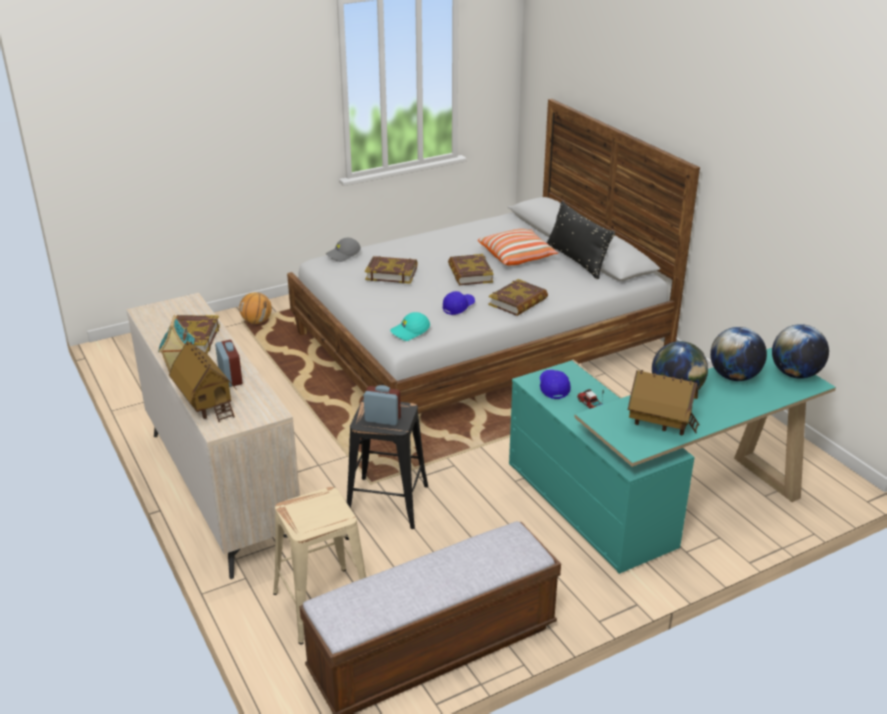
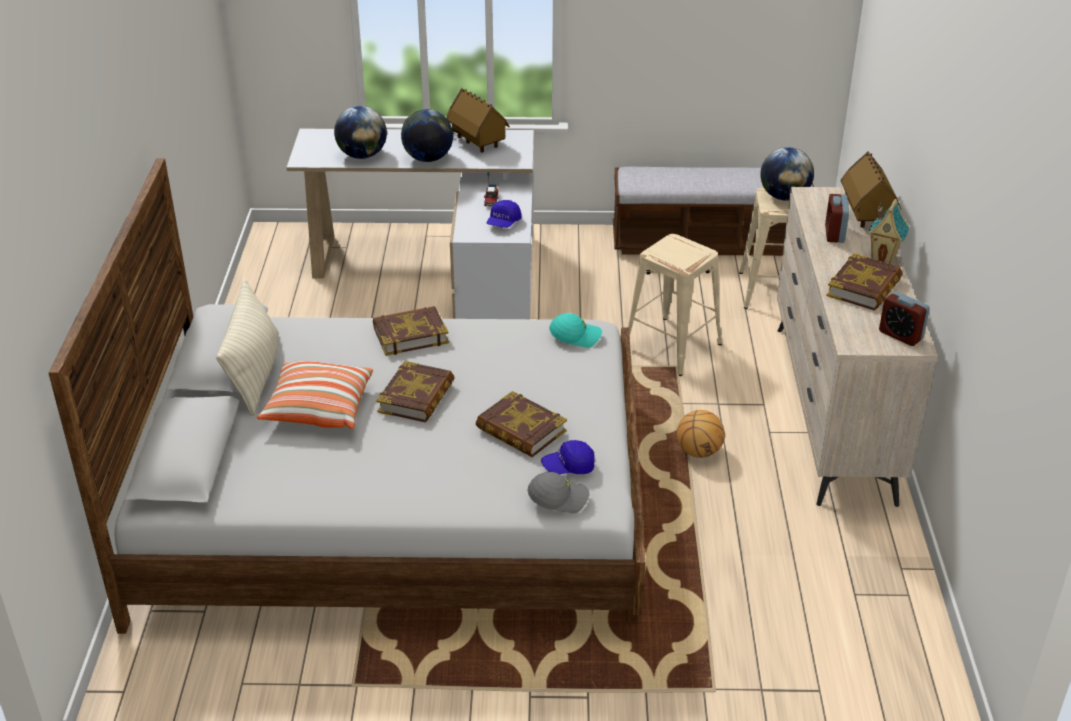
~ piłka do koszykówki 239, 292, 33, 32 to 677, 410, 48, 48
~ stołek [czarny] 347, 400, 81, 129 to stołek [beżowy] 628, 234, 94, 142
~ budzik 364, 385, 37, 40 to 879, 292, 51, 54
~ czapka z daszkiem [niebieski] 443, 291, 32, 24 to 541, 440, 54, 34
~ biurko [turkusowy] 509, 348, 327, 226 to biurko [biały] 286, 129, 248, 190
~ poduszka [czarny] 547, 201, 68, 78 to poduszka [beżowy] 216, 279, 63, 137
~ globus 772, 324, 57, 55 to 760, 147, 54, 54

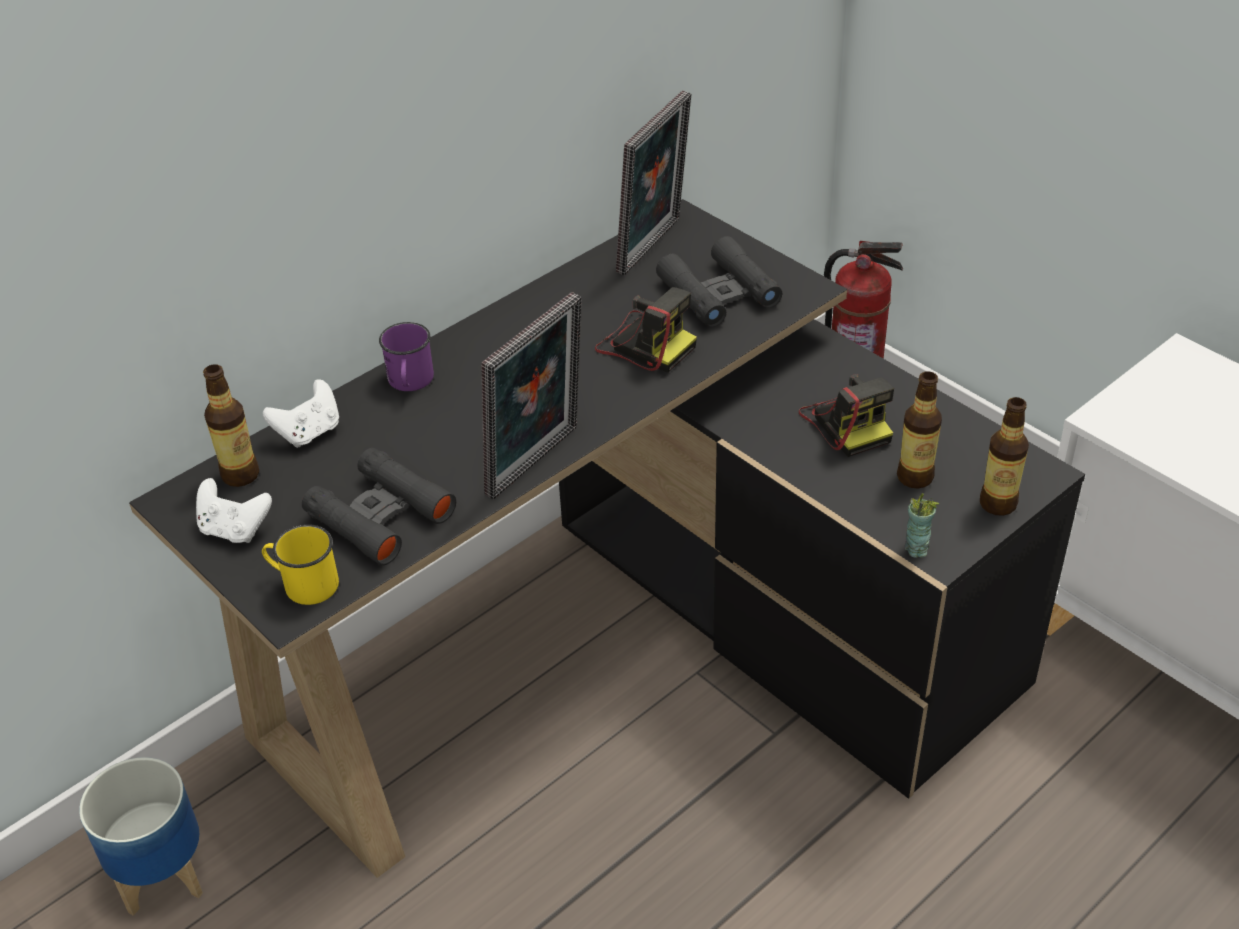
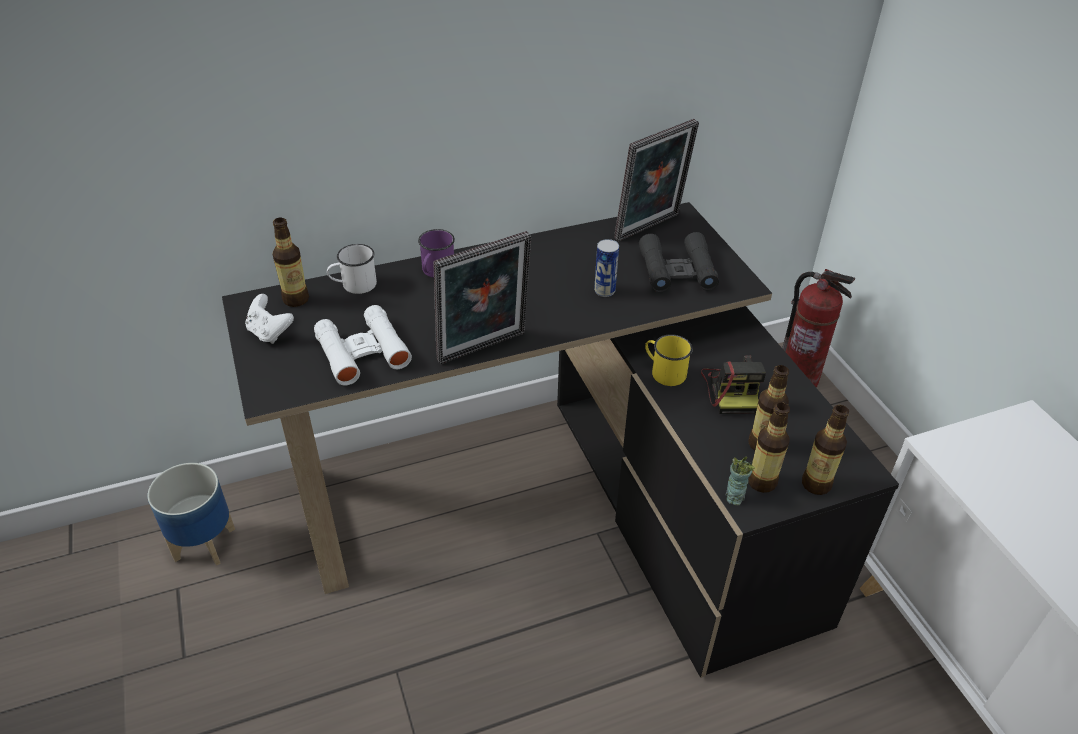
~ kubek [żółty] 262, 524, 77, 81 to 645, 334, 48, 52
~ pad do gier [biały] 263, 379, 76, 69 to kubek [biały] 327, 244, 50, 50
~ lornetka [czarny] 302, 448, 154, 117 to lornetka [biały] 314, 305, 98, 81
~ aparat fotograficzny 595, 287, 102, 86 to puszka 594, 239, 25, 58
+ butelka 748, 402, 42, 91

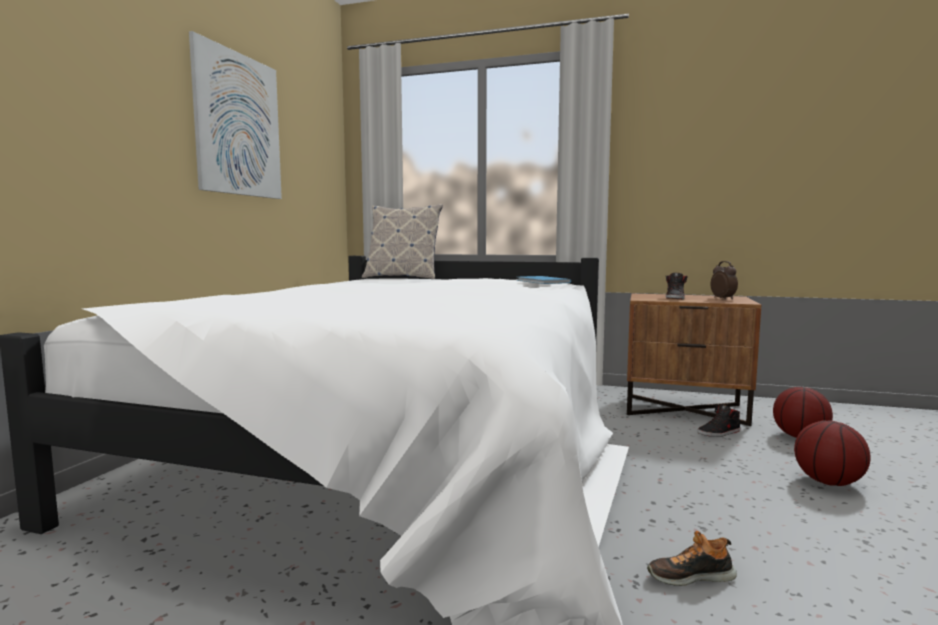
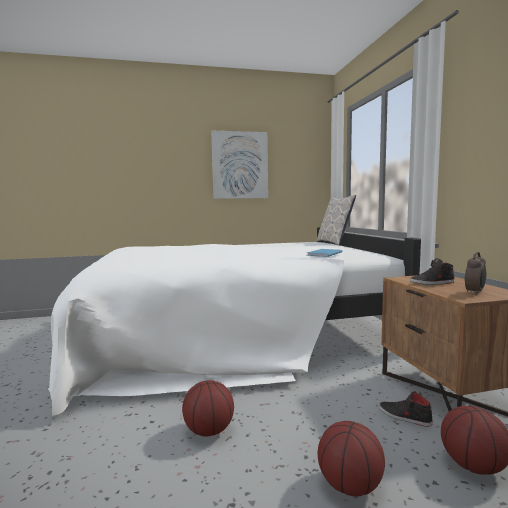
- but 647, 531, 90, 55
+ piłka do koszykówki 182, 380, 52, 57

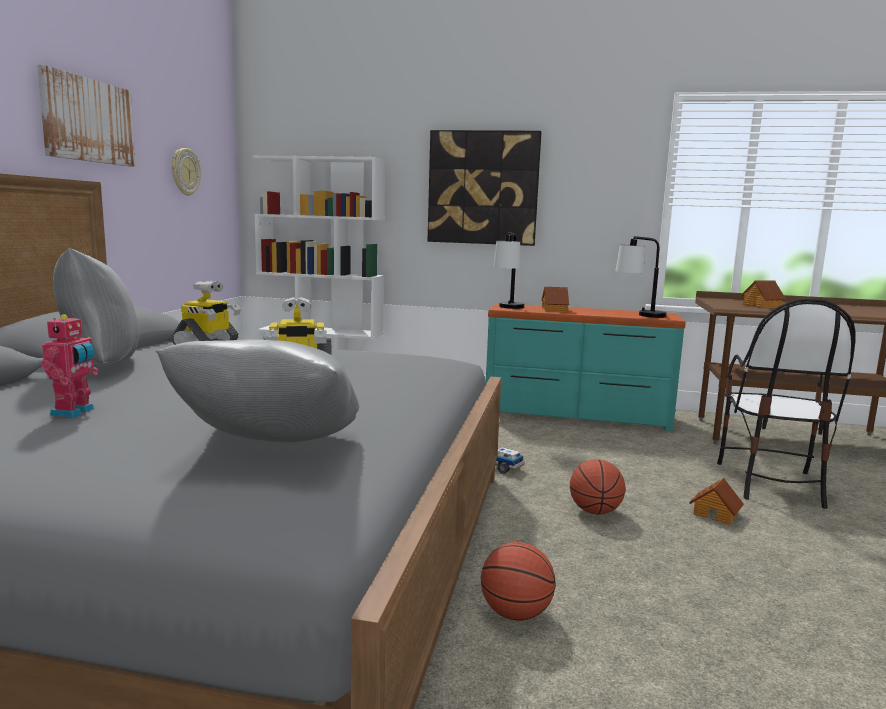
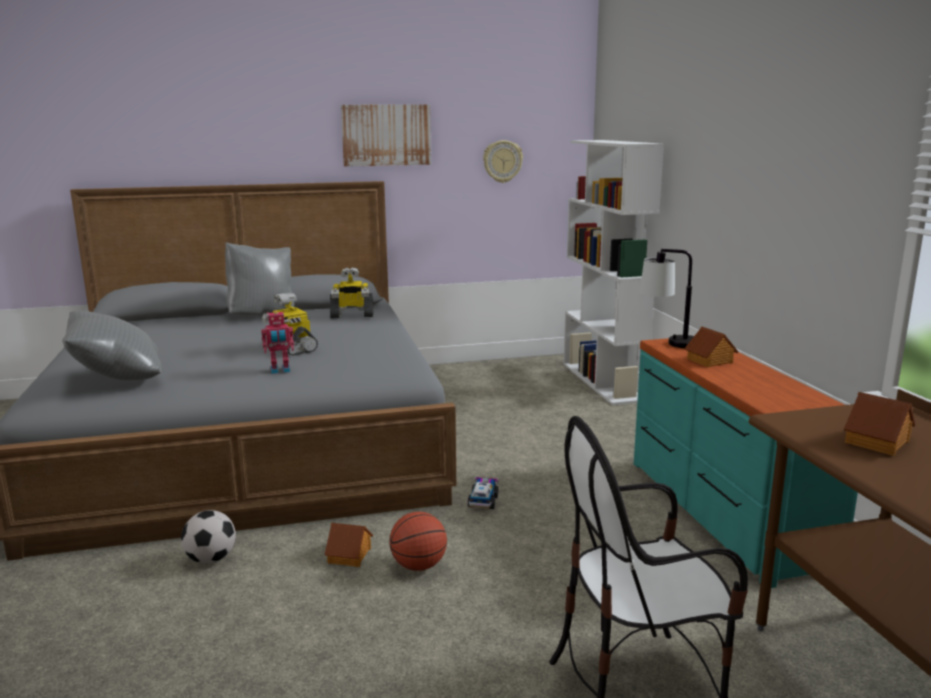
~ robot zabawkowy 41, 314, 58, 104 to 261, 310, 33, 64
- obraz 428, 130, 113, 116
~ piłka do koszykówki 481, 542, 74, 79 to piłka futbolowa 181, 510, 55, 53
- lampa stołowa 616, 236, 51, 82
~ domek 689, 478, 55, 47 to 324, 523, 49, 44

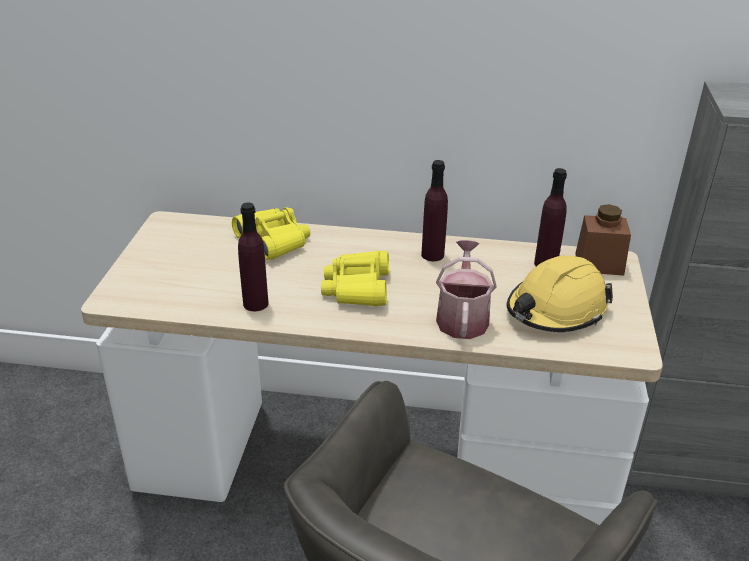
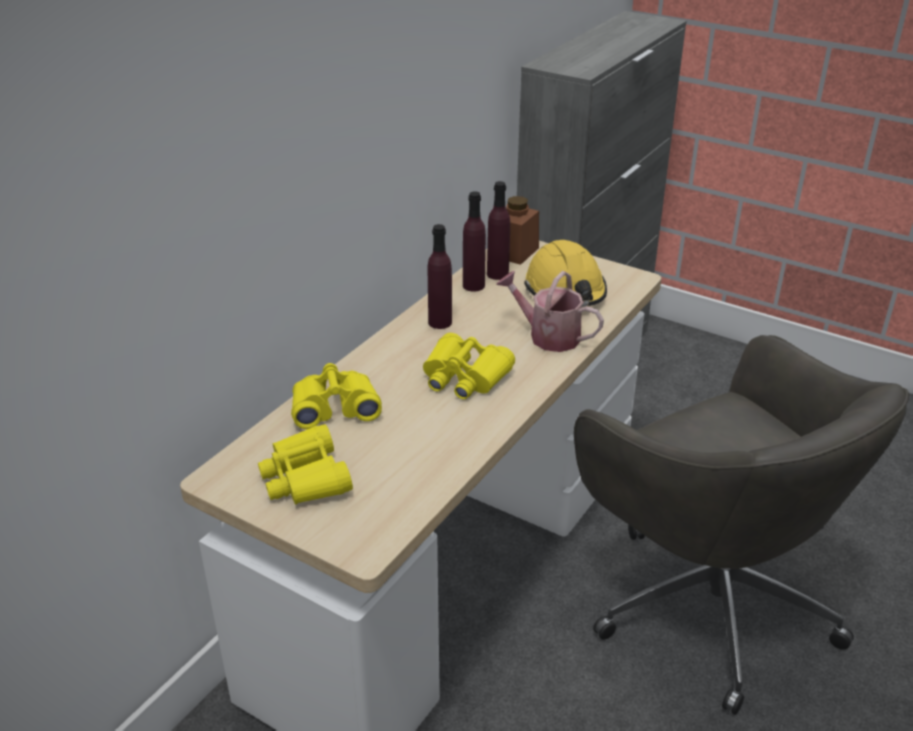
~ butelka [fioletowy] 238, 202, 31, 109 to 463, 191, 23, 101
+ lornetka [żółty] 258, 424, 95, 81

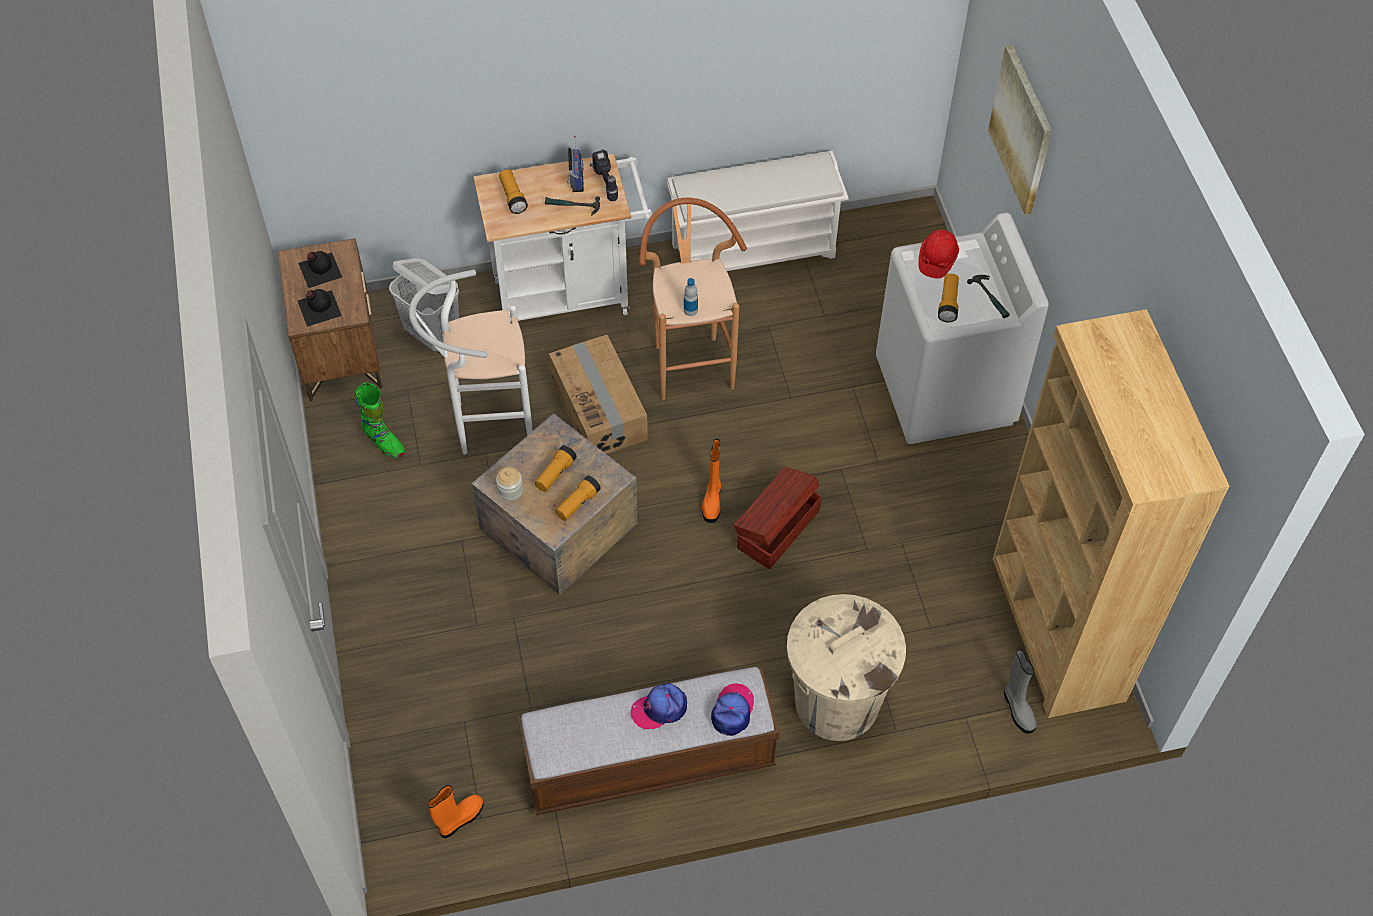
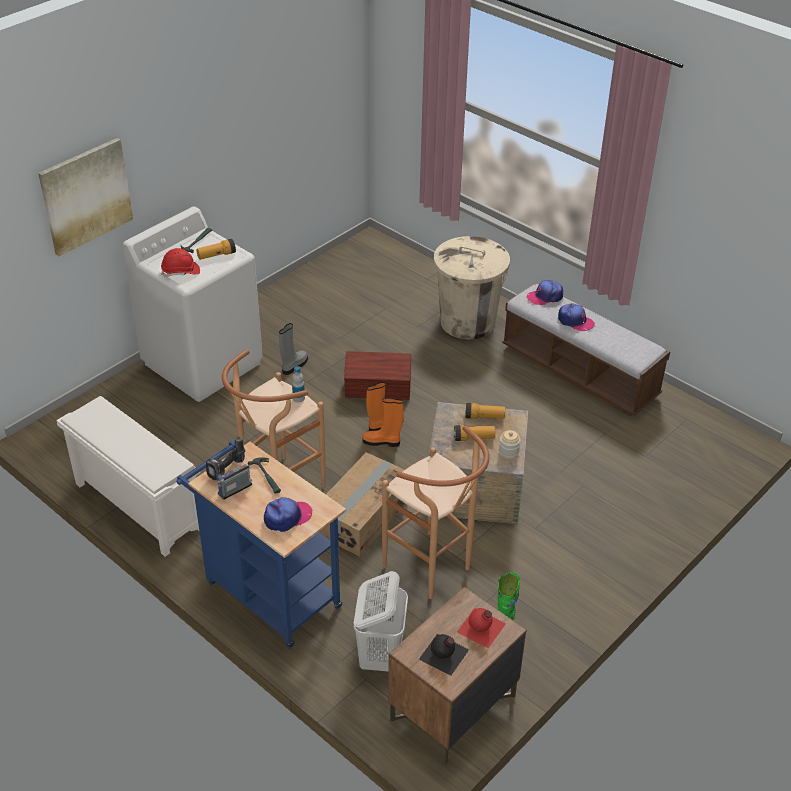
~ butelka [czarny] 298, 289, 44, 38 to butelka [czerwony] 457, 608, 49, 40
~ stołek [biały] 409, 270, 123, 184 to stołek [brązowy] 382, 426, 107, 173
~ but z cholewką [pomarańczowy] 428, 785, 56, 53 to 362, 397, 42, 50
~ wózek [biały] 473, 154, 179, 169 to wózek [niebieski] 176, 441, 170, 208
~ latarka 499, 169, 29, 45 to czapka z daszkiem 264, 497, 48, 35
- regał [brązowy] 993, 309, 237, 409
~ but z cholewką [szary] 1004, 650, 33, 84 to 279, 323, 29, 52

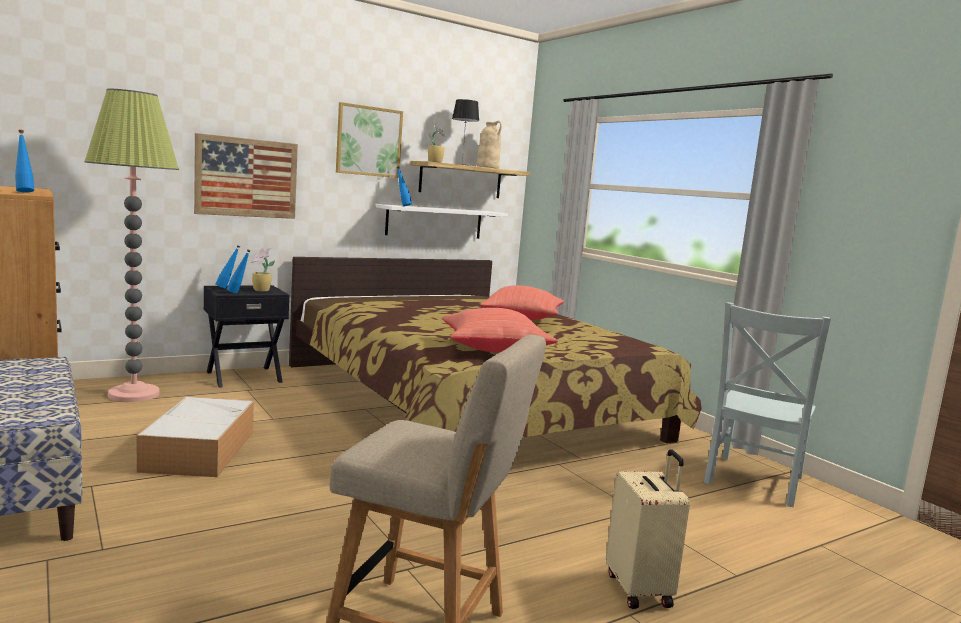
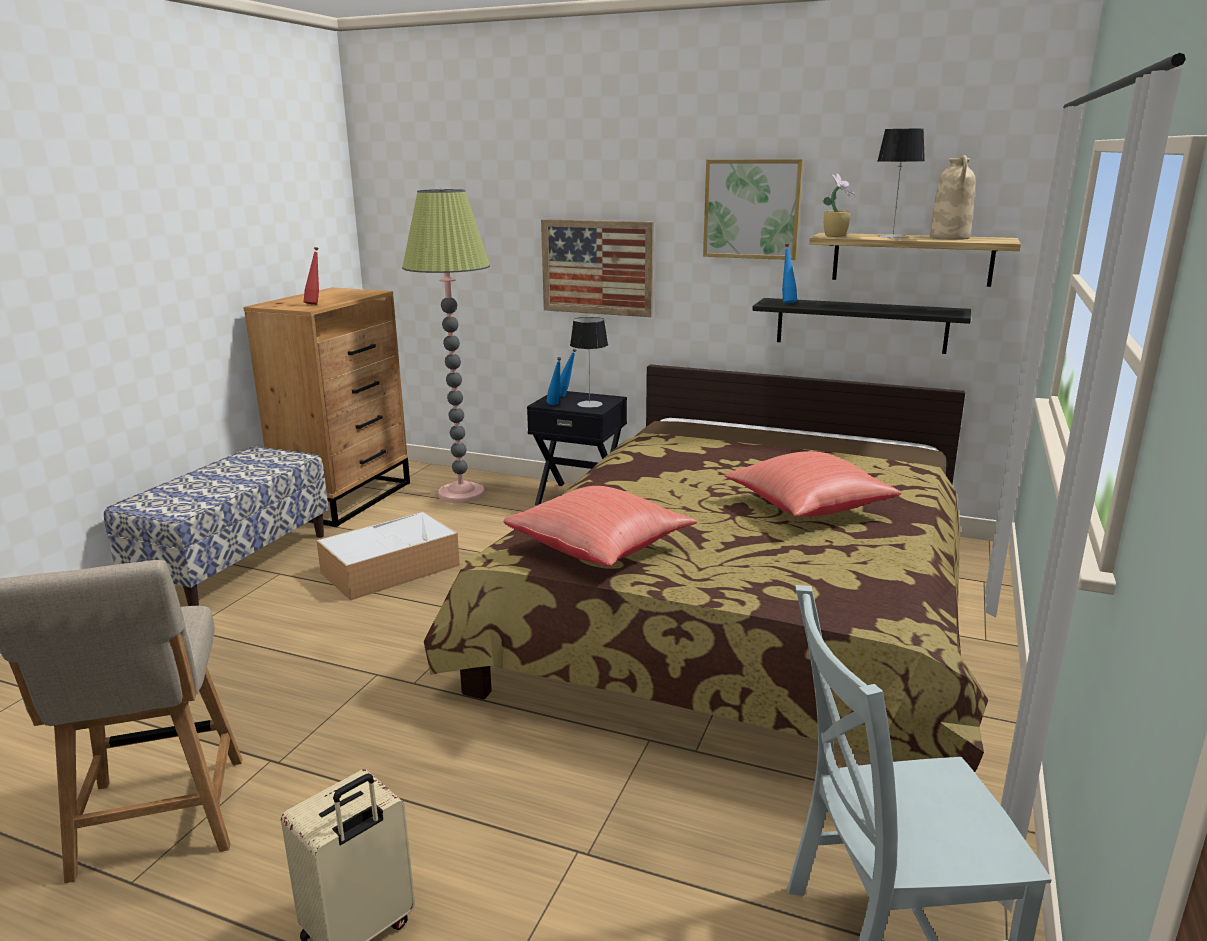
~ butelka [niebieski] 15, 130, 19, 63 to butelka [czerwony] 303, 247, 16, 58
~ roślina doniczkowa 251, 247, 24, 45 to lampa stołowa 570, 317, 38, 91
~ półka [biały] 376, 204, 132, 35 to półka [czarny] 752, 298, 219, 56

